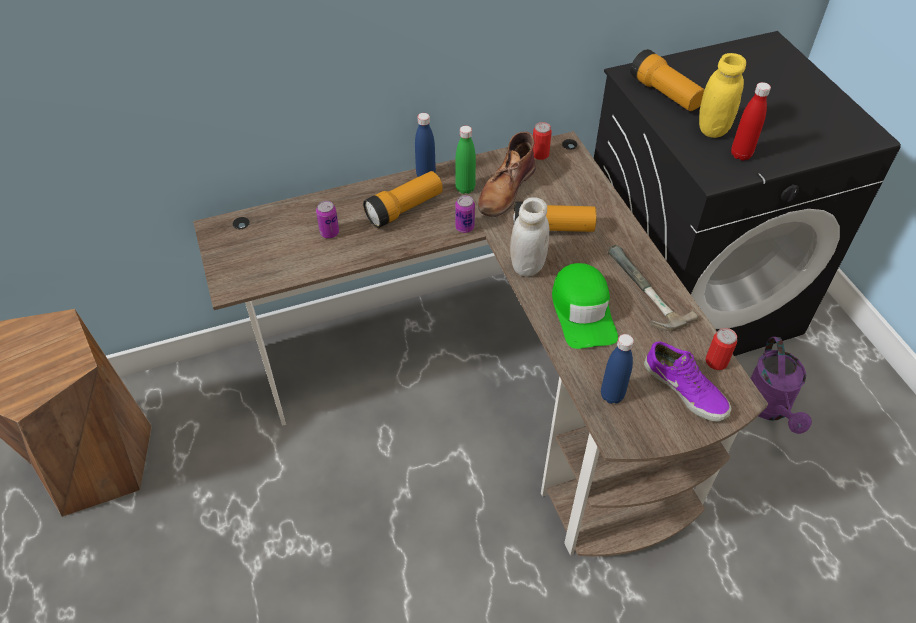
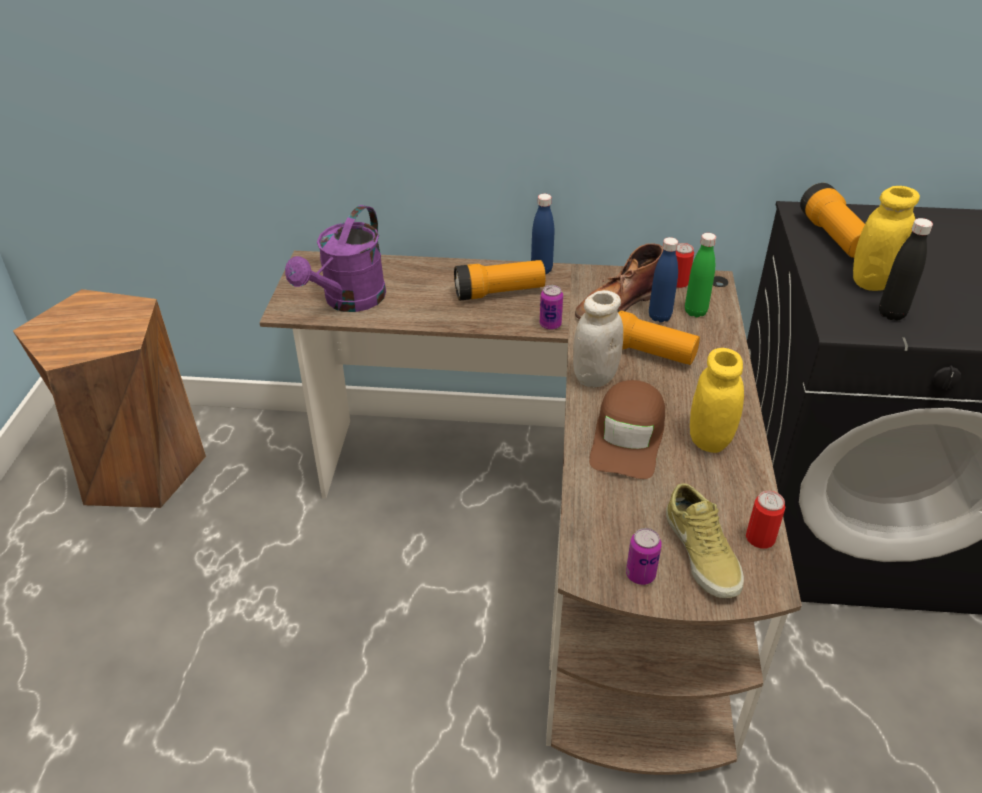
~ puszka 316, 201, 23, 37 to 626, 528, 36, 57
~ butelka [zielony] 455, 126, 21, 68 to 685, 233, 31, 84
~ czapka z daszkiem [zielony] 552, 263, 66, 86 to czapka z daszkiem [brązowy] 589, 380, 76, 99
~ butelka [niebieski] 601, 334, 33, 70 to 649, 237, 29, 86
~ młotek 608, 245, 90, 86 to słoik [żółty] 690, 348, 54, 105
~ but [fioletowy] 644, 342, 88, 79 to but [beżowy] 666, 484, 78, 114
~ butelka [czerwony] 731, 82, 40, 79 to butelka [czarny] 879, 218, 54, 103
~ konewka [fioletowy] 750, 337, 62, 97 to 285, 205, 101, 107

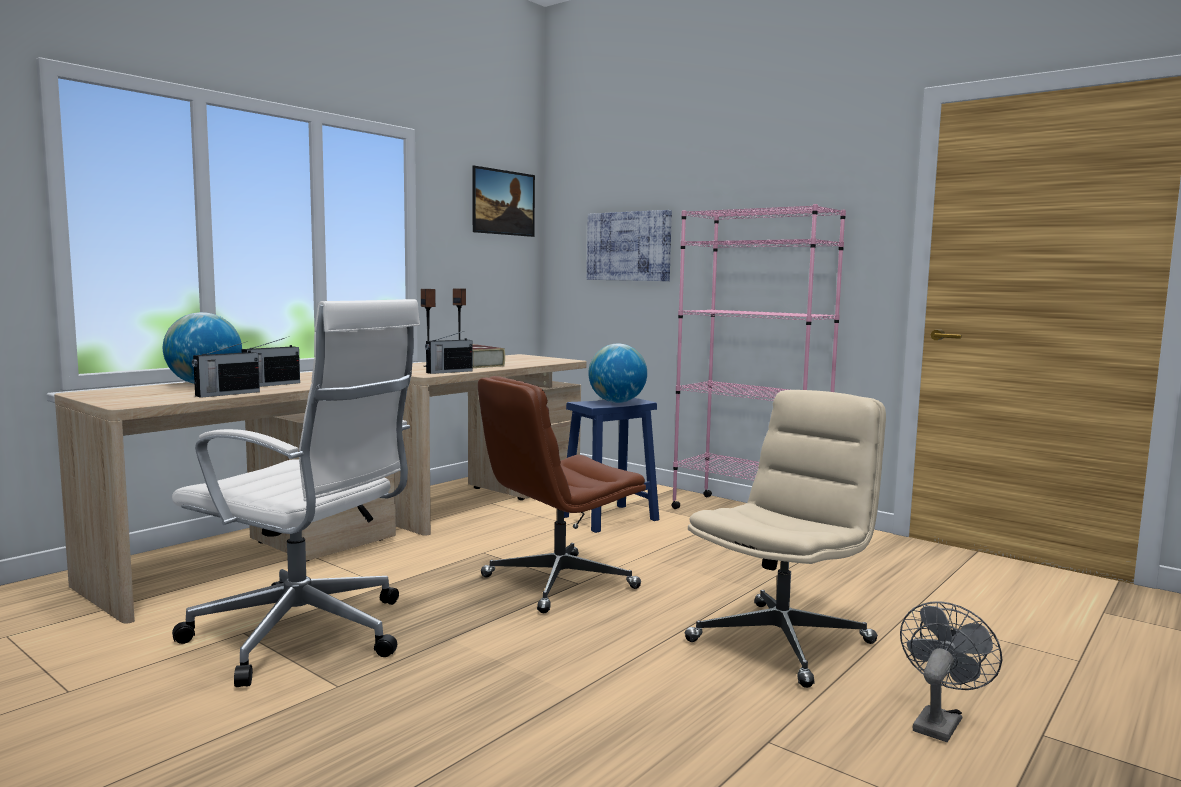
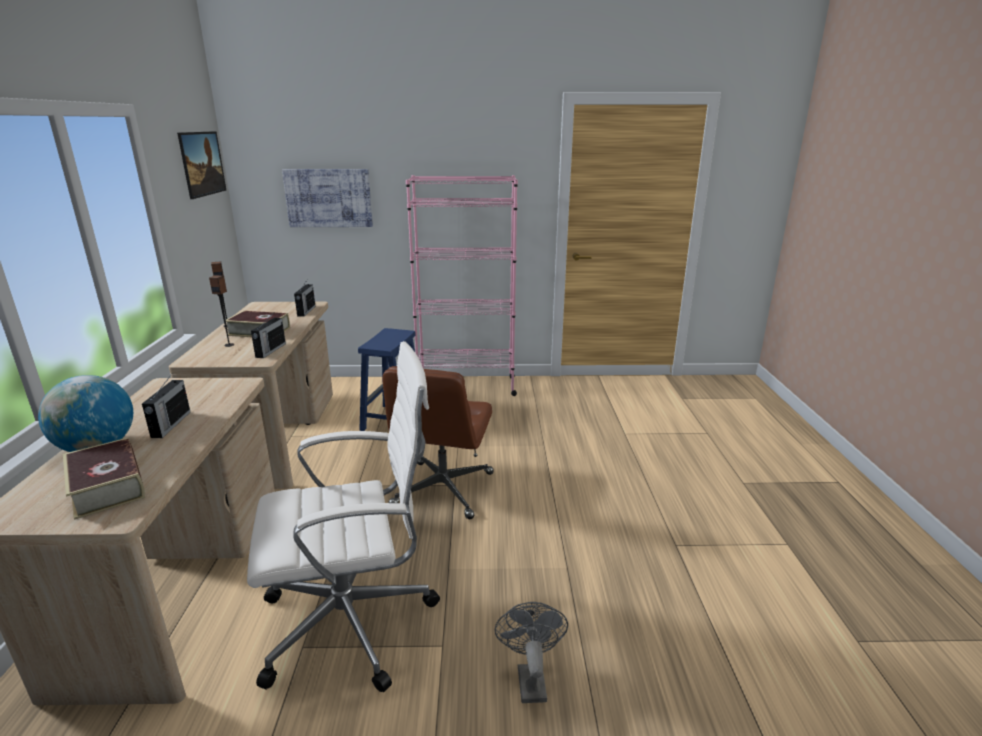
~ radio 192, 341, 68, 57 to 294, 280, 21, 37
- globus 588, 343, 59, 60
- krzesło biurowe [beżowy] 685, 390, 201, 298
~ wentylator [szary] 900, 601, 102, 141 to 495, 602, 73, 101
+ książka 63, 438, 82, 82

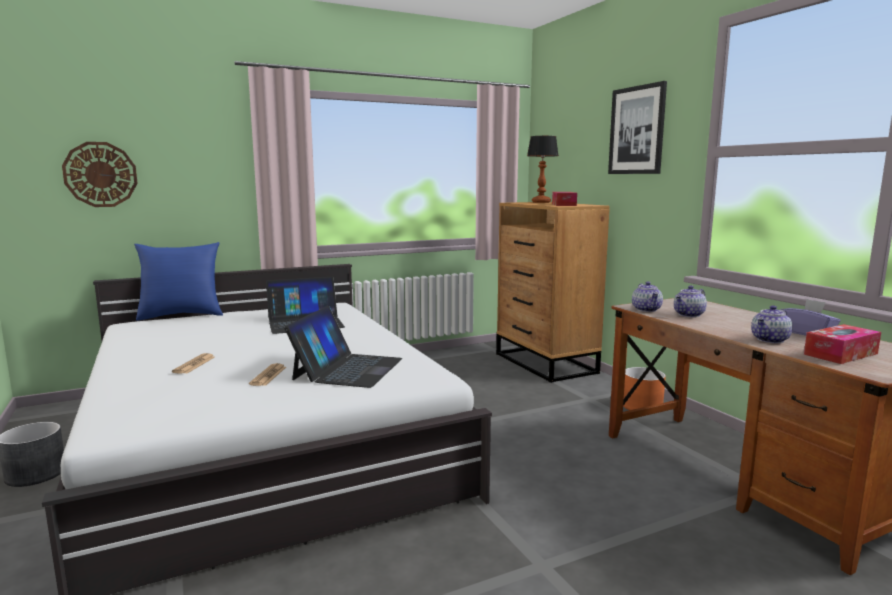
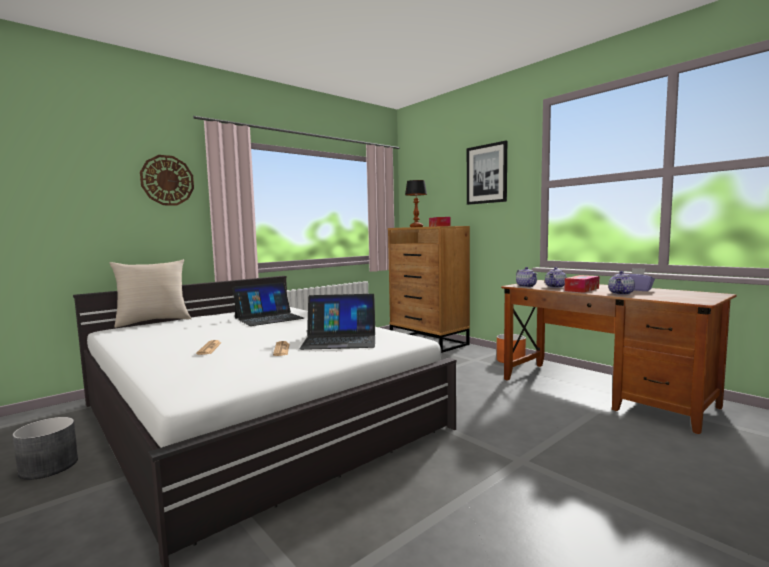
~ zegar ścienny 62, 142, 75, 65 to 140, 155, 54, 51
~ poduszka [niebieski] 134, 242, 89, 79 to poduszka [beżowy] 109, 259, 82, 69
~ laptop 284, 306, 118, 82 = 299, 294, 76, 56 90 degrees clockwise
~ pudełko chusteczek 804, 324, 77, 40 to 565, 275, 34, 18

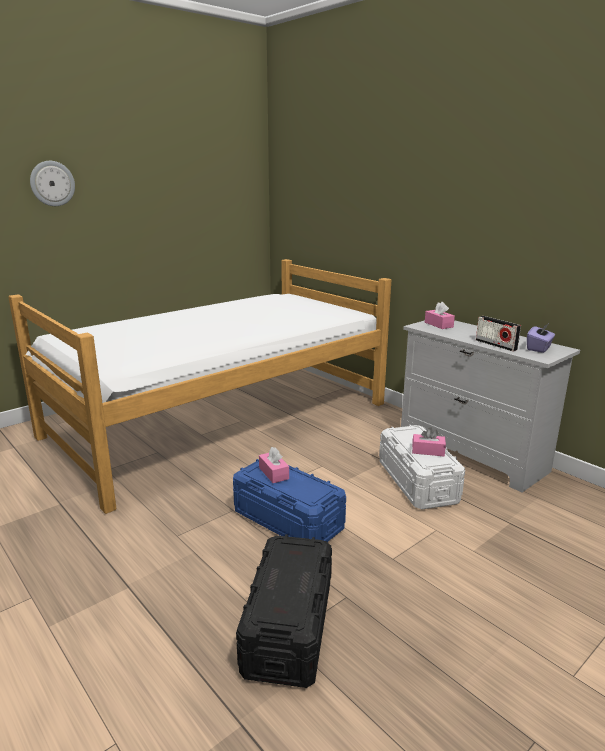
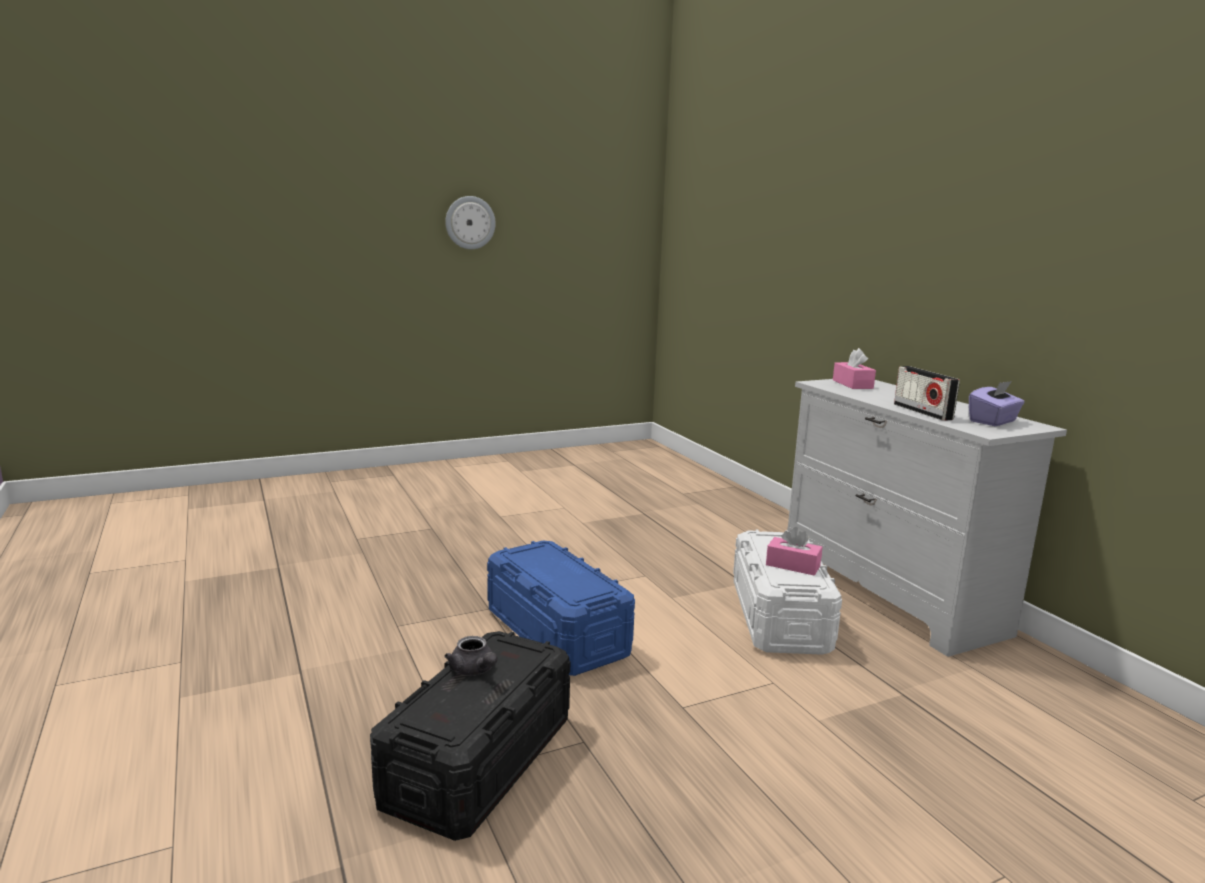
- łóżko 8, 259, 383, 255
~ zegar ścienny 30, 161, 45, 45 to 445, 196, 51, 53
- pudełko chusteczek [różowy] 259, 447, 30, 36
+ imbryk [szary] 445, 636, 53, 40

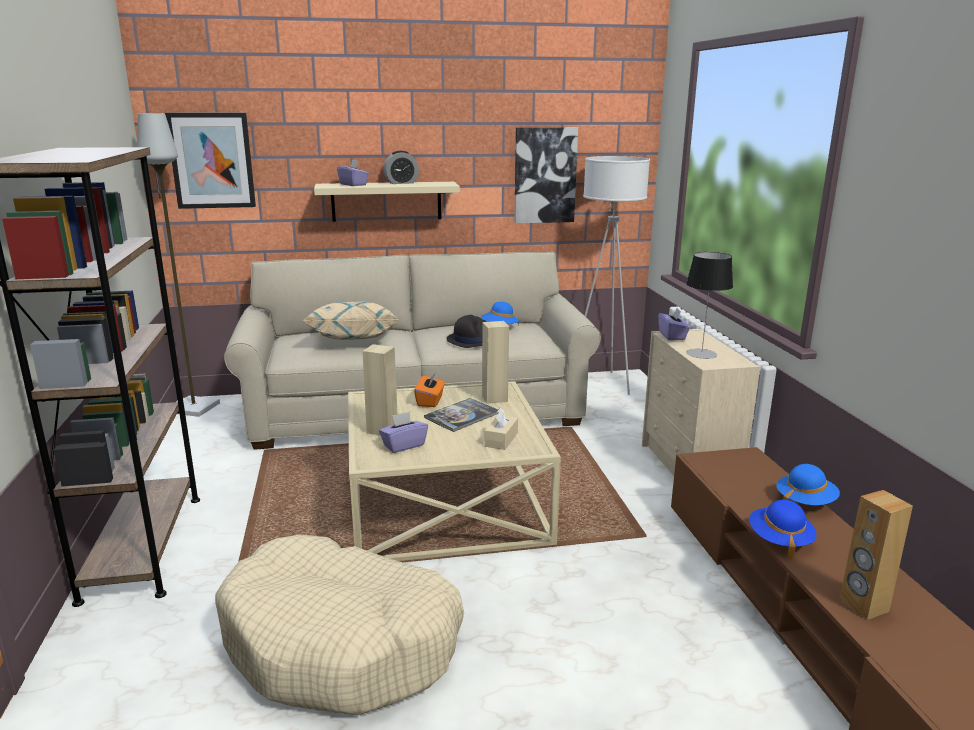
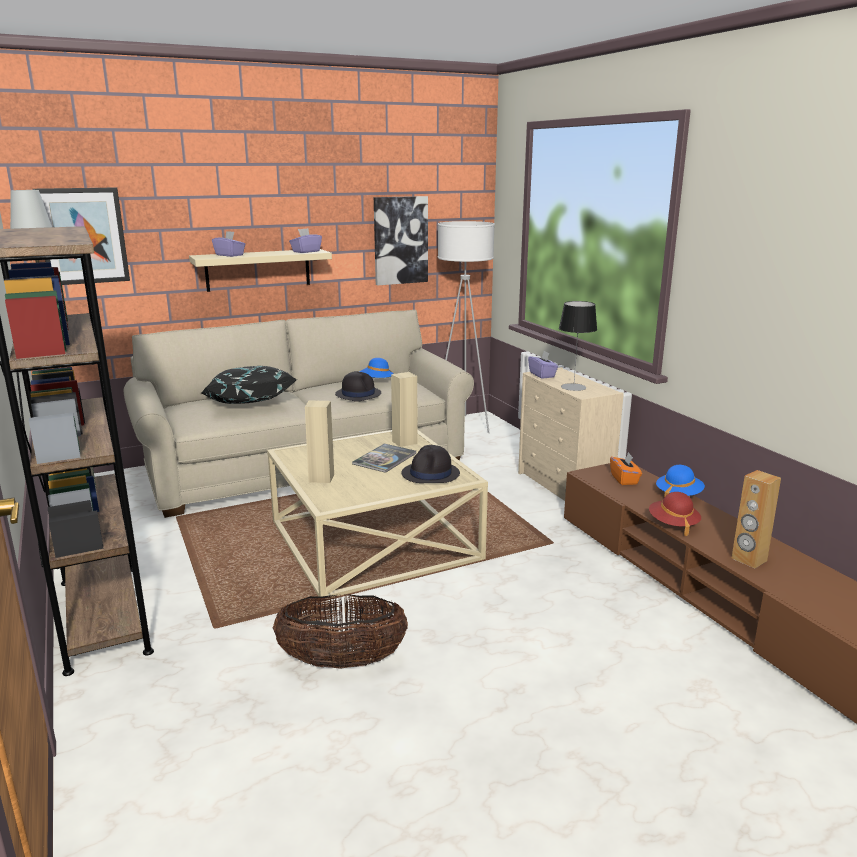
~ legowisko [beżowy] 215, 534, 249, 181 to koszyk 272, 594, 136, 75
~ poduszka [beżowy] 302, 302, 97, 38 to poduszka [czarny] 201, 366, 97, 38
~ pudełko chusteczek [fioletowy] 379, 411, 49, 42 to 289, 228, 33, 25
- budzik 383, 151, 36, 33
~ pudełko chusteczek [pomarańczowy] 414, 372, 31, 35 to 610, 452, 32, 33
~ pudełko chusteczek [beżowy] 485, 407, 33, 43 to kapelusz [czarny] 402, 445, 58, 38
~ kapelusz [niebieski] 749, 500, 68, 59 to kapelusz [czerwony] 649, 492, 52, 44

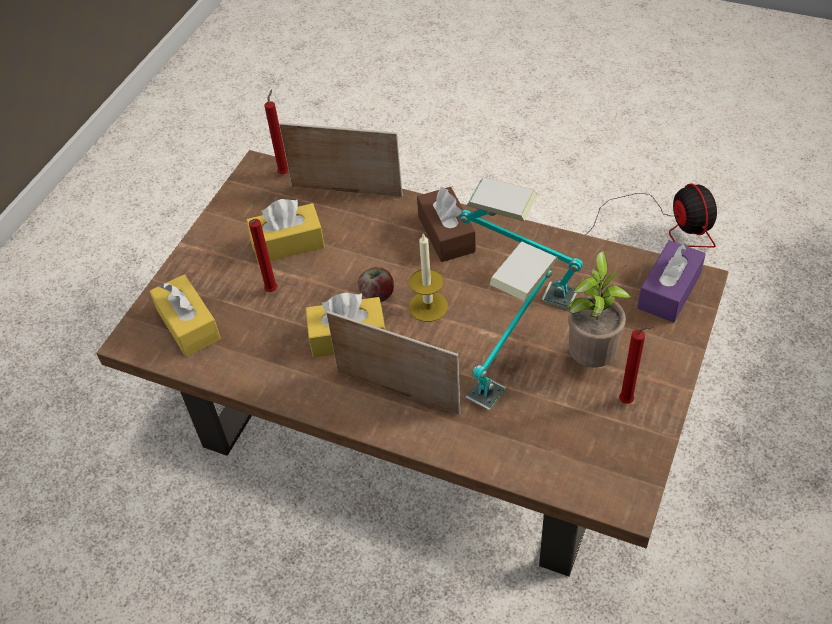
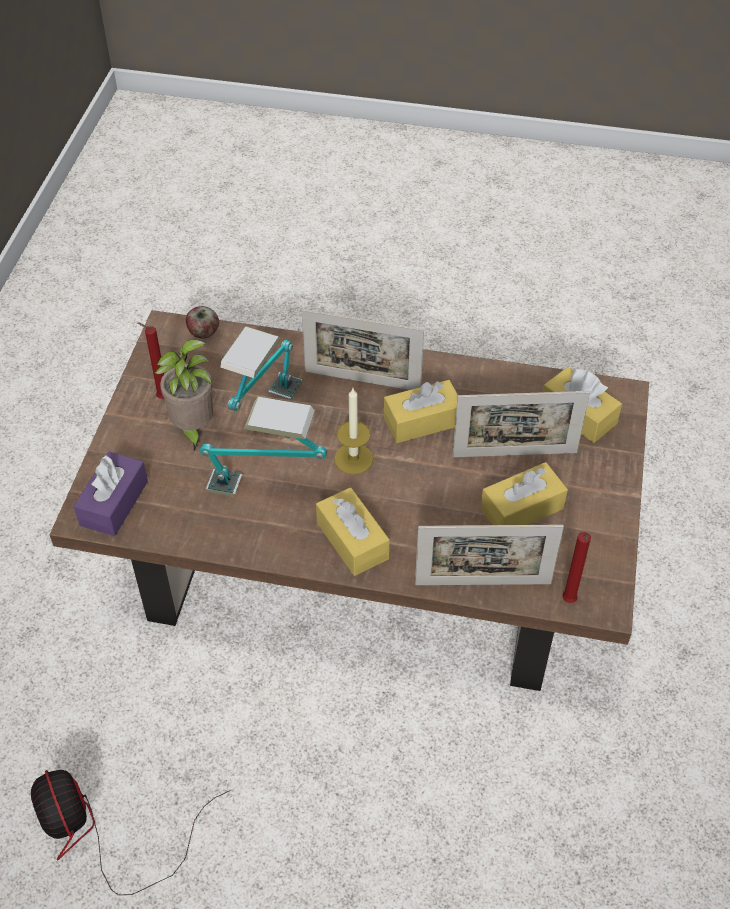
~ świeca [czerwony] 249, 219, 28, 73 to ramka na zdjęcie 452, 391, 138, 66
~ jabłko 358, 267, 36, 35 to 186, 306, 33, 32
~ pudełko chusteczek [brązowy] 417, 186, 59, 76 to pudełko chusteczek [żółty] 316, 487, 74, 89

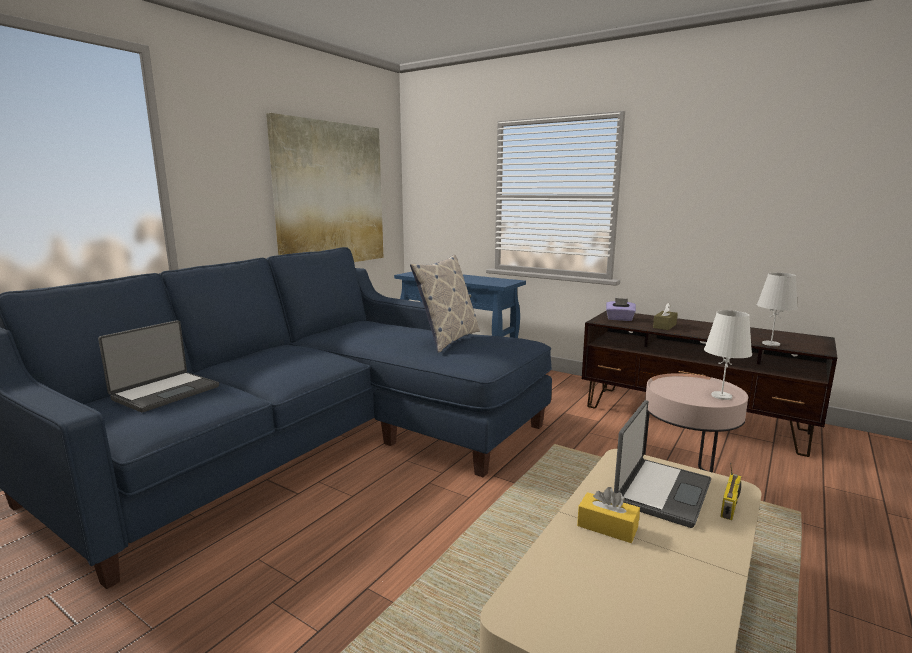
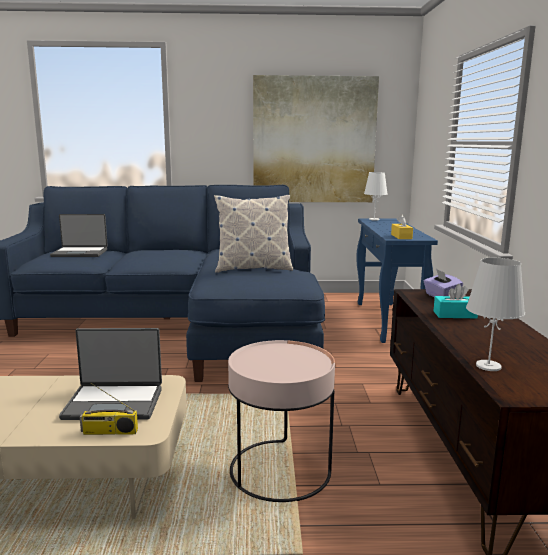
~ pudełko chusteczek [żółty] 577, 487, 63, 56 to 391, 215, 22, 24
~ pudełko chusteczek [brązowy] 653, 303, 25, 27 to pudełko chusteczek [turkusowy] 434, 284, 44, 34
~ lampa stołowa [biały] 704, 310, 48, 90 to 364, 172, 24, 48

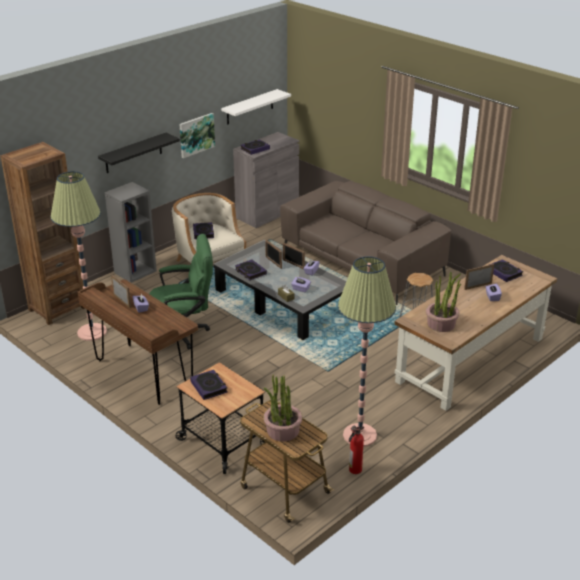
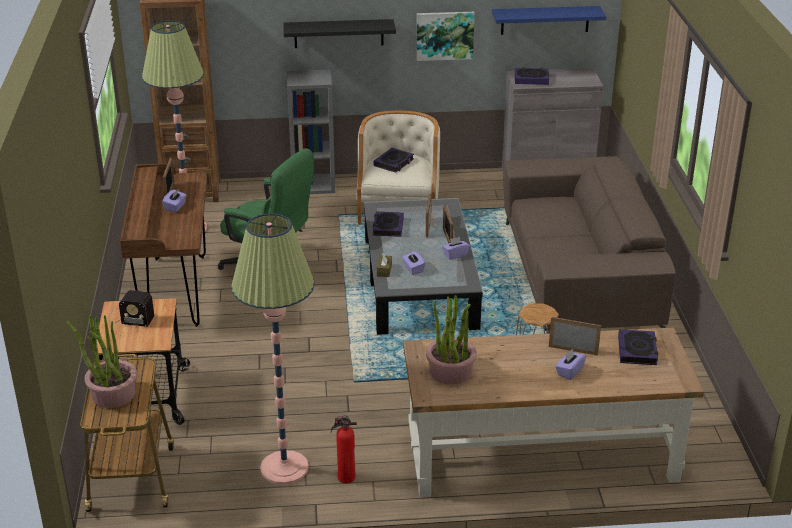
~ książka 190, 370, 37, 30 to radio 108, 290, 46, 37
~ półka [biały] 221, 89, 70, 36 to półka [niebieski] 492, 6, 114, 29
~ gaśnica 349, 426, 15, 48 to 331, 415, 26, 69

